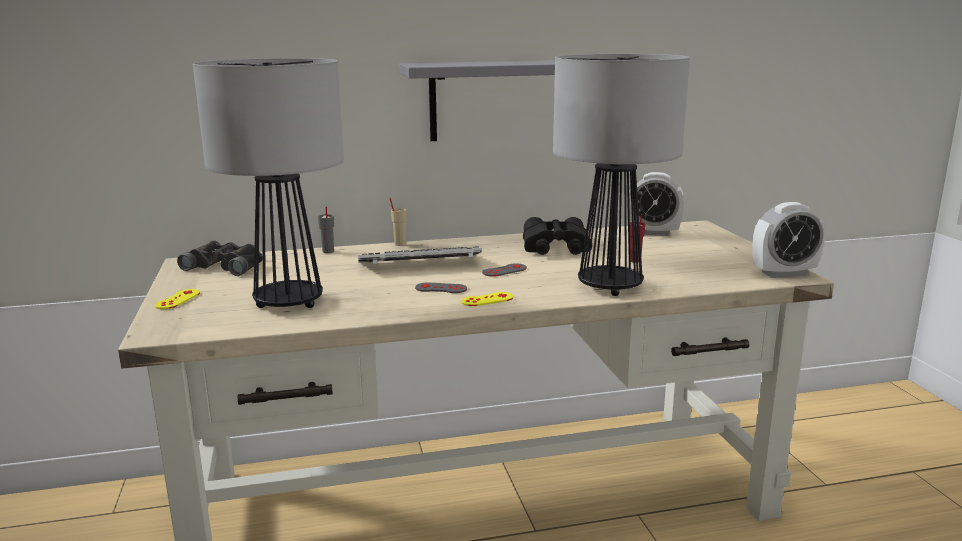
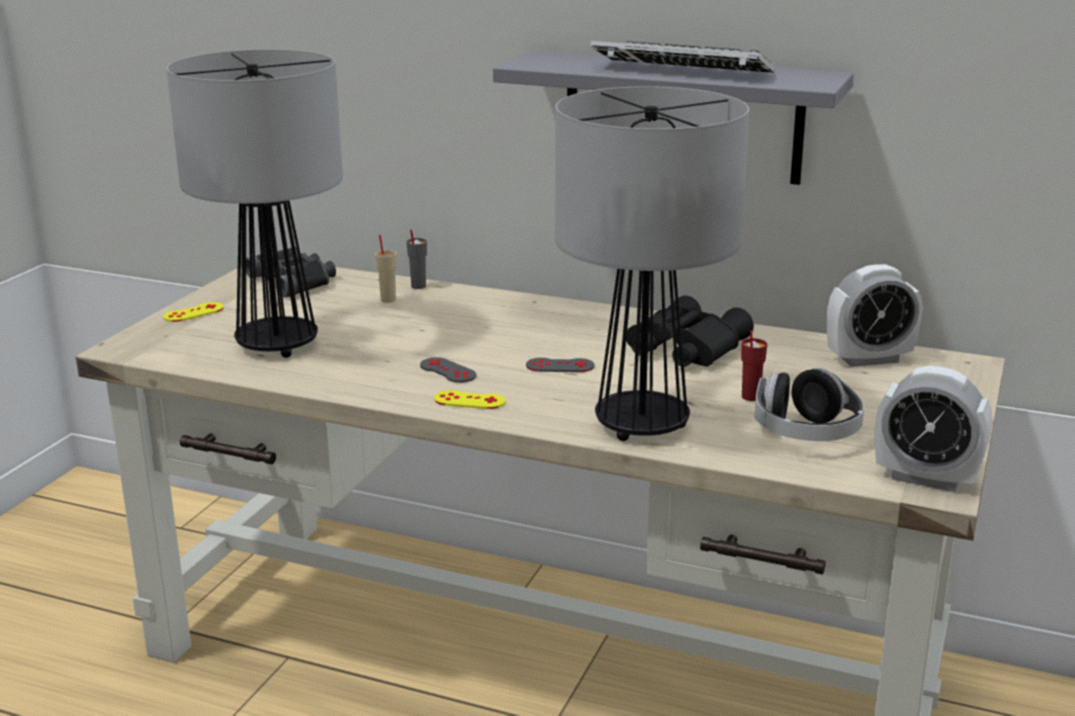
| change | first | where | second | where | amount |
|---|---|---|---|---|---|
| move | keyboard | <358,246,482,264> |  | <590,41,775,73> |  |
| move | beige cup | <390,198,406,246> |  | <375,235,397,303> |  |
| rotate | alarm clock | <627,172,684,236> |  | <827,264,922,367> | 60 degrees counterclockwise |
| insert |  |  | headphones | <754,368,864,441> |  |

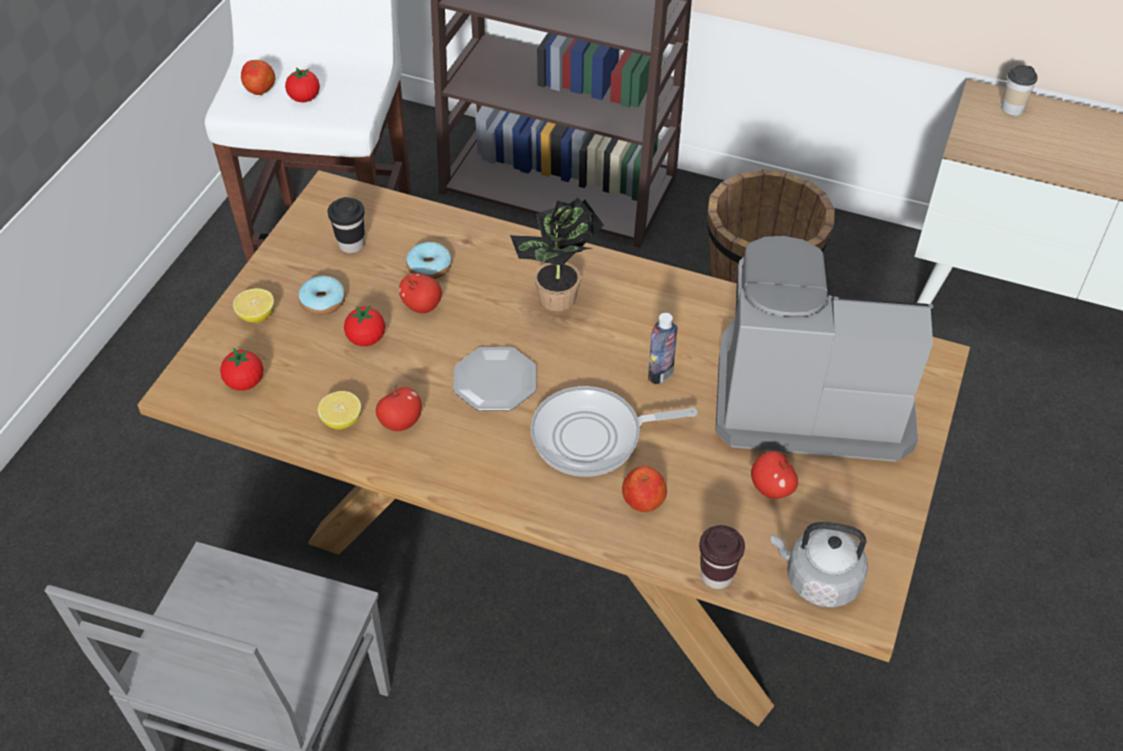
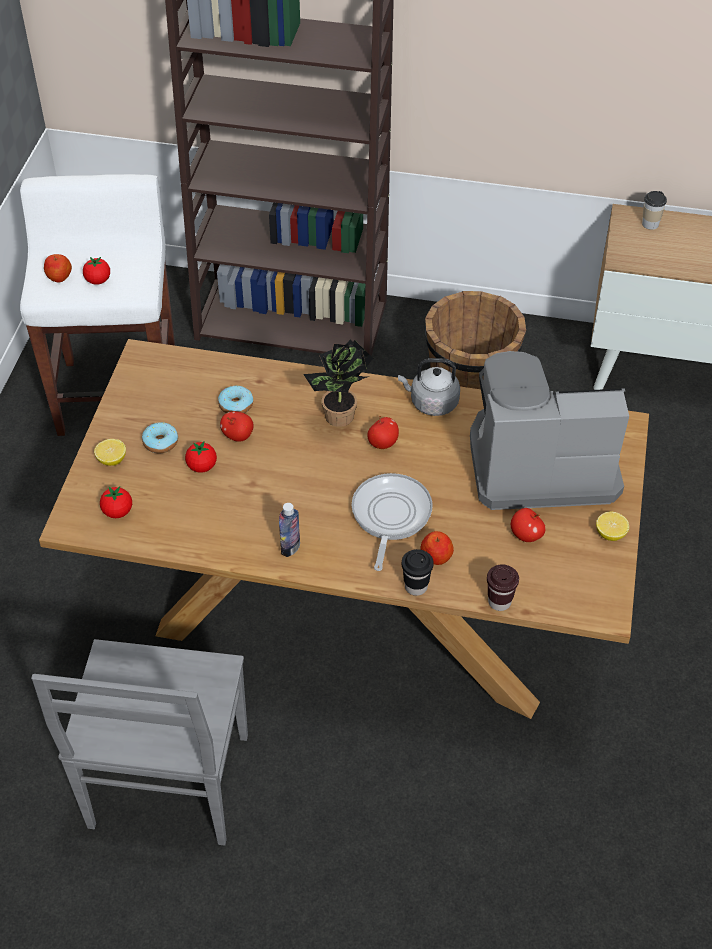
| change | first | where | second | where | amount |
|---|---|---|---|---|---|
| move | lemon | <318,391,361,430> |  | <596,512,629,541> |  |
| move | black cup | <328,197,365,253> |  | <402,549,434,596> |  |
| move | apple | <376,385,422,431> |  | <367,416,399,449> |  |
| delete | plate | <453,347,537,411> |  |  |  |
| rotate | frying pan | <531,386,698,477> |  | <352,473,433,571> | 120 degrees clockwise |
| move | bottle | <648,313,678,384> |  | <279,503,300,557> |  |
| move | grey kettle | <771,522,868,608> |  | <398,358,460,416> |  |

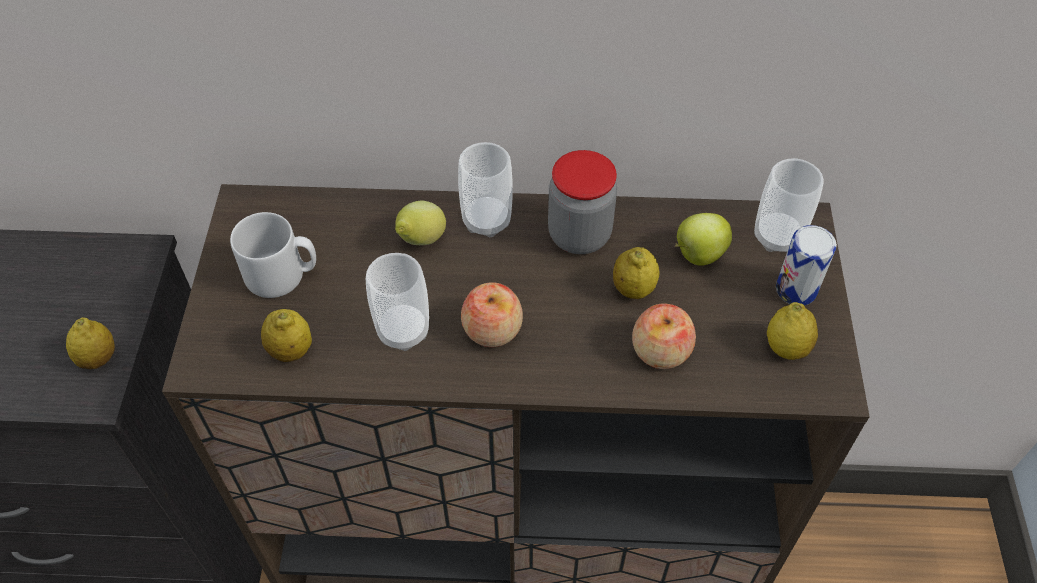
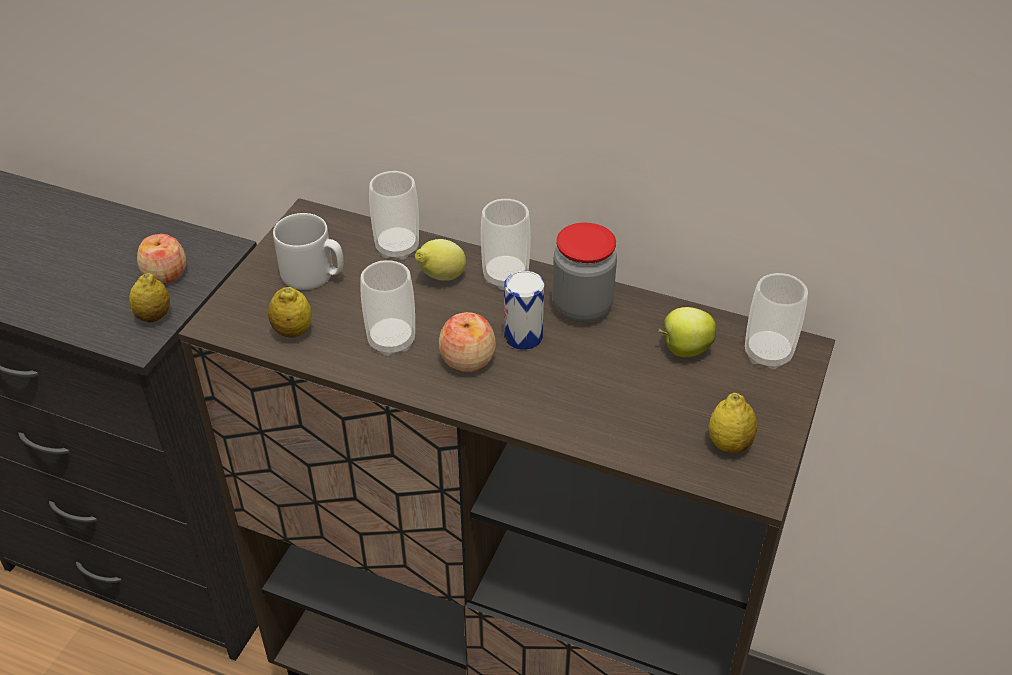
| change | first | where | second | where | amount |
|---|---|---|---|---|---|
| delete | lemon | <613,247,659,299> |  |  |  |
| move | apple | <632,304,696,369> |  | <137,234,186,284> |  |
| move | can | <776,225,837,305> |  | <504,271,544,350> |  |
| insert |  |  | cup | <369,171,419,260> |  |

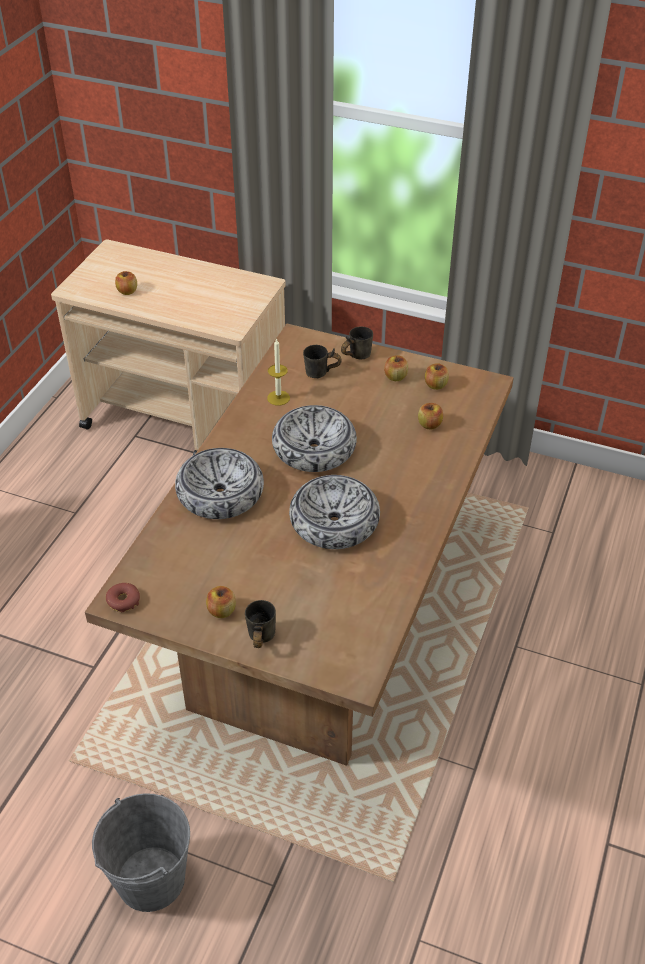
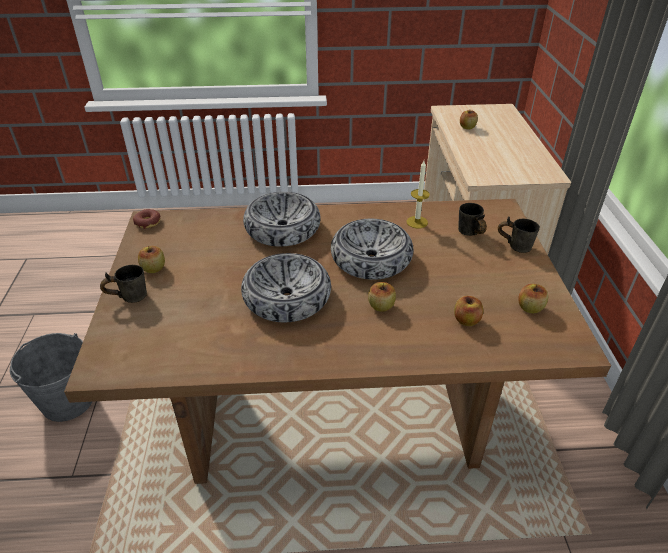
| change | first | where | second | where | amount |
|---|---|---|---|---|---|
| move | apple | <384,355,408,381> |  | <368,282,396,312> |  |

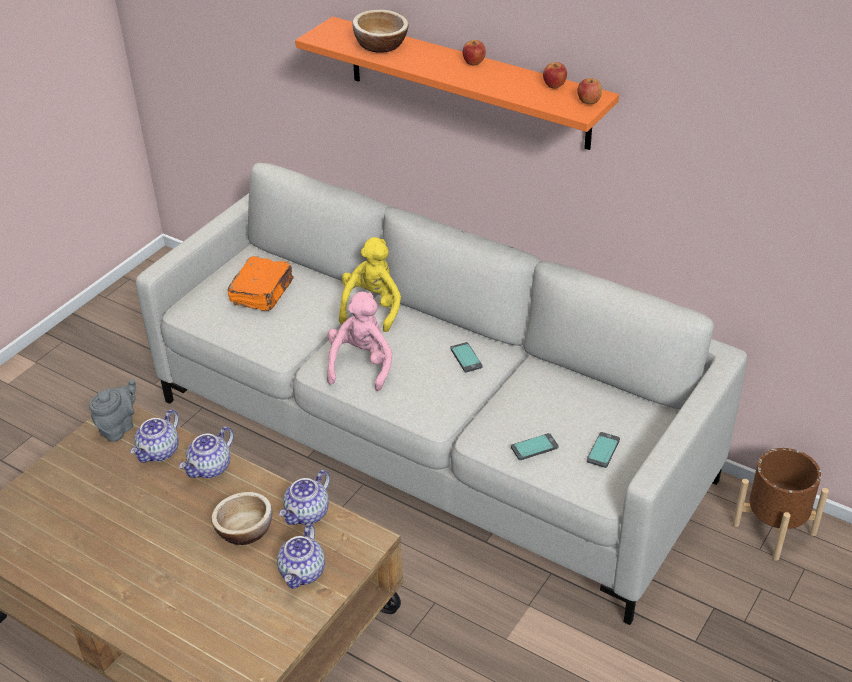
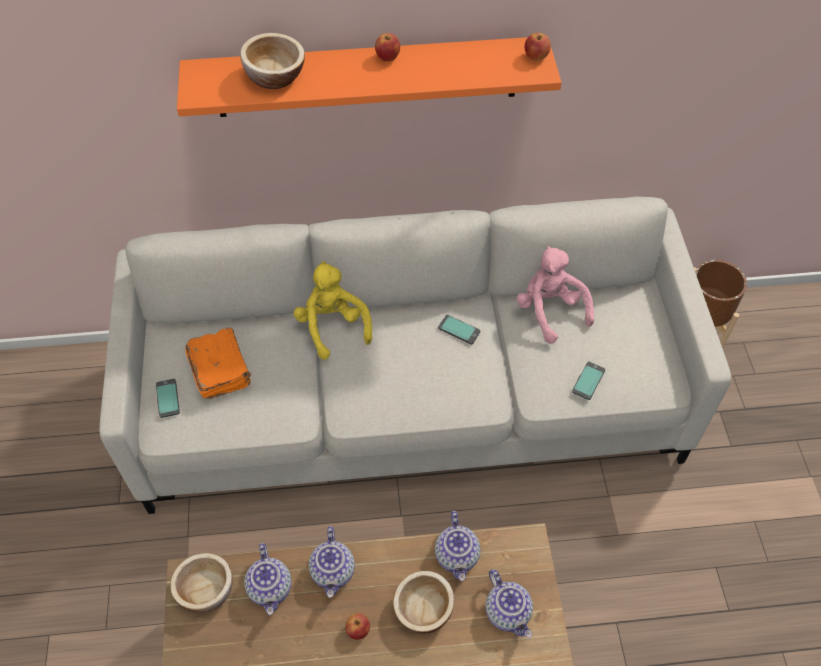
| change | first | where | second | where | amount |
|---|---|---|---|---|---|
| replace | grey teapot | <89,379,136,442> | bowl | <170,553,233,613> |  |
| move | pink plush toy | <327,292,392,391> |  | <517,246,594,344> |  |
| move | apple | <543,62,567,88> |  | <345,613,370,640> |  |
| move | phone | <587,432,620,468> |  | <156,379,180,418> |  |

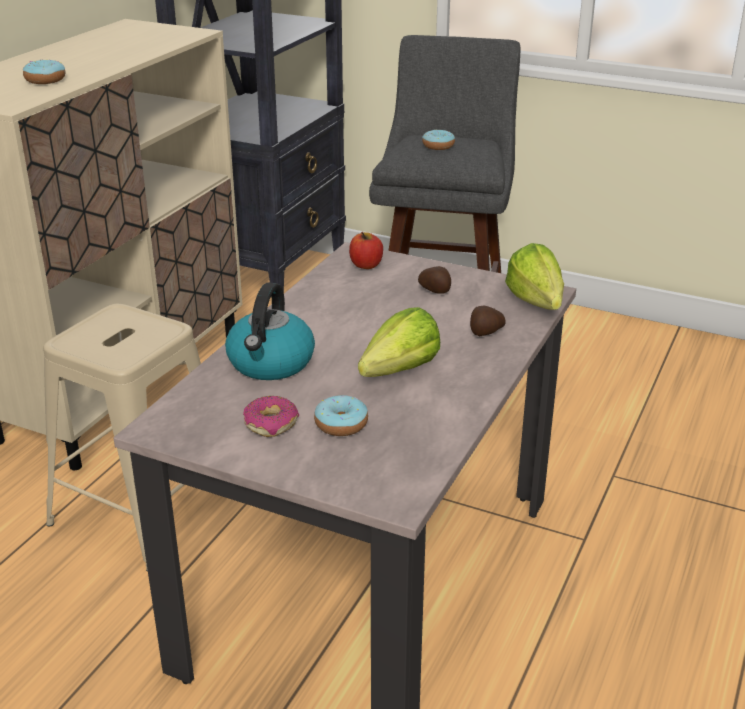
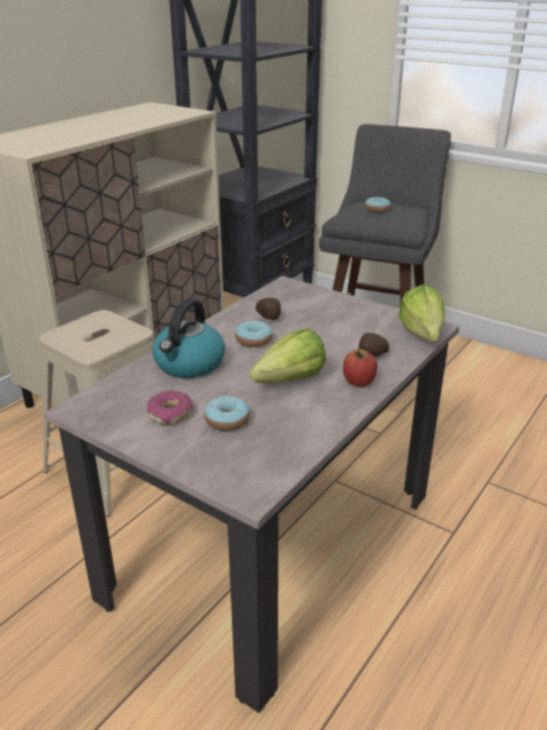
| change | first | where | second | where | amount |
|---|---|---|---|---|---|
| move | donut | <23,59,65,84> |  | <235,320,273,347> |  |
| move | apple | <349,232,383,269> |  | <343,349,378,387> |  |
| move | potato | <418,266,451,294> |  | <255,297,281,320> |  |

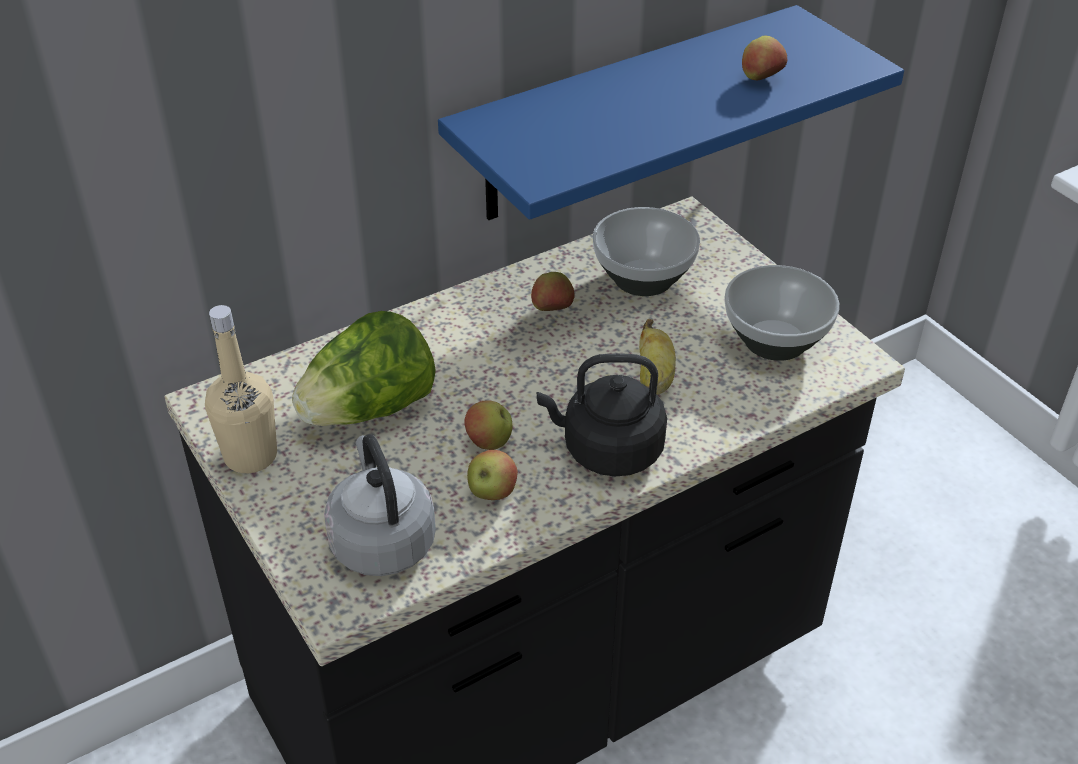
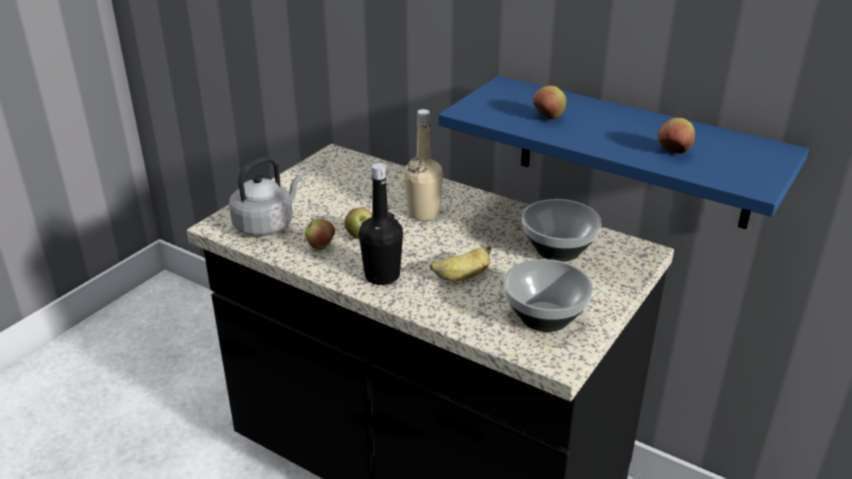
| change | first | where | second | where | amount |
|---|---|---|---|---|---|
| move | beige bottle | <205,305,277,473> |  | <404,109,443,221> |  |
| delete | lettuce | <292,311,436,426> |  |  |  |
| move | apple | <531,272,575,311> |  | <533,86,566,119> |  |
| replace | black kettle | <537,354,667,476> | black bottle | <359,163,403,285> |  |

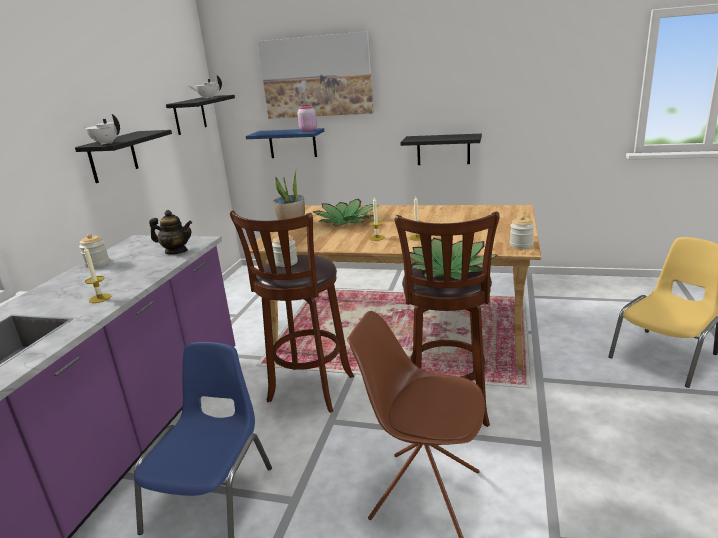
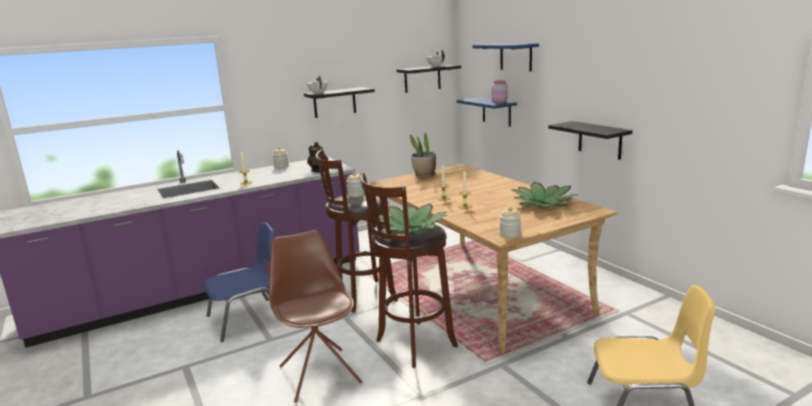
| change | first | where | second | where | amount |
|---|---|---|---|---|---|
| replace | picture | <258,31,374,119> | blue shelf | <472,43,539,71> |  |
| move | potted plant | <314,199,374,226> |  | <512,182,578,209> |  |

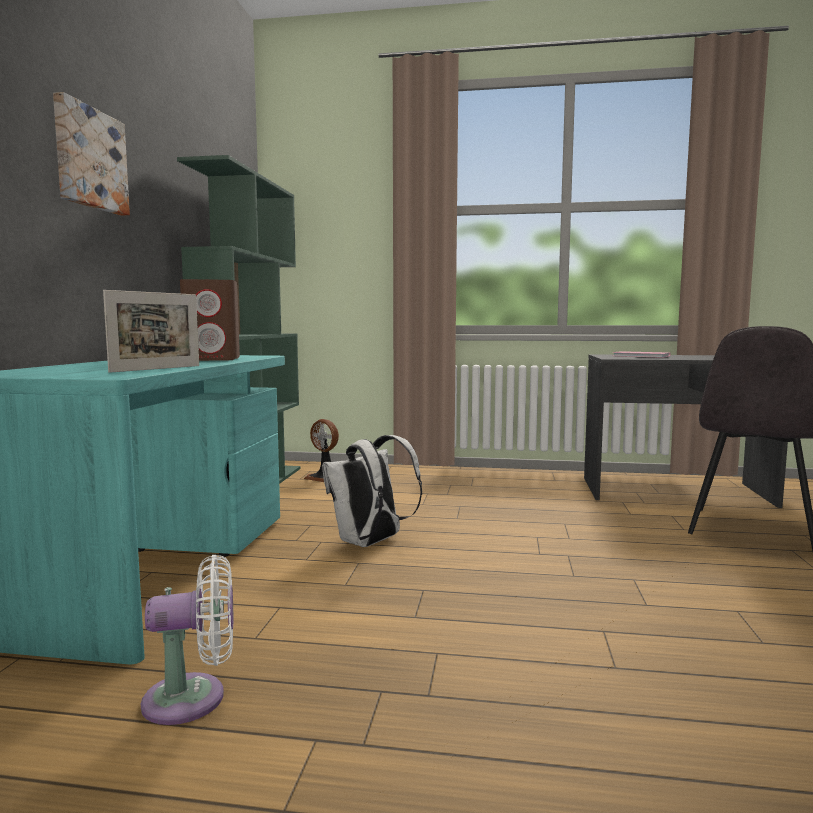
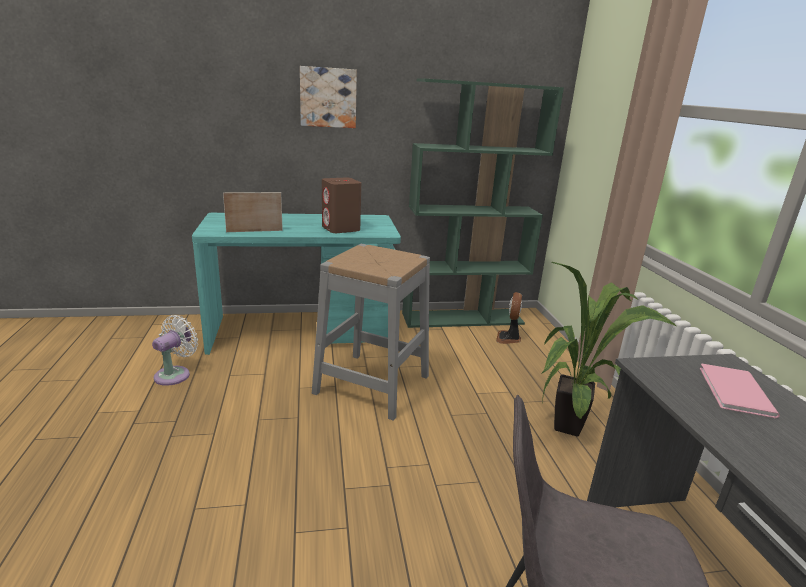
| change | first | where | second | where | amount |
|---|---|---|---|---|---|
| rotate | picture frame | <103,290,199,373> |  | <223,192,283,232> | 150 degrees clockwise |
| rotate | white fan | <141,555,233,725> |  | <152,315,198,386> | 120 degrees counterclockwise |
| replace | white backpack | <322,435,422,547> | grey stool | <312,244,430,421> |  |
| insert |  |  | potted plant | <541,262,677,436> |  |

